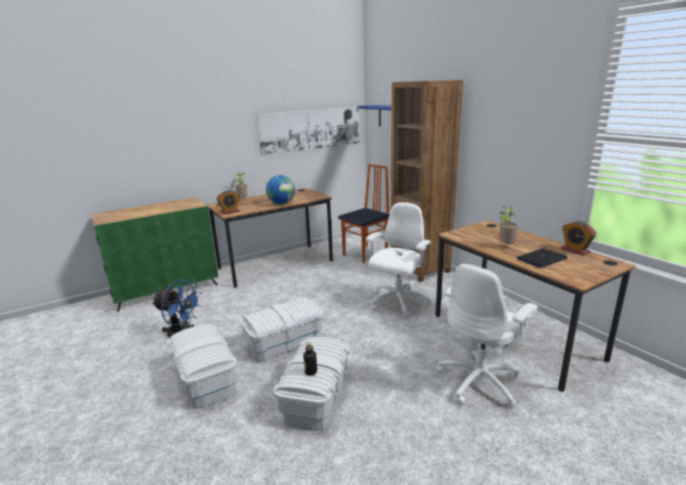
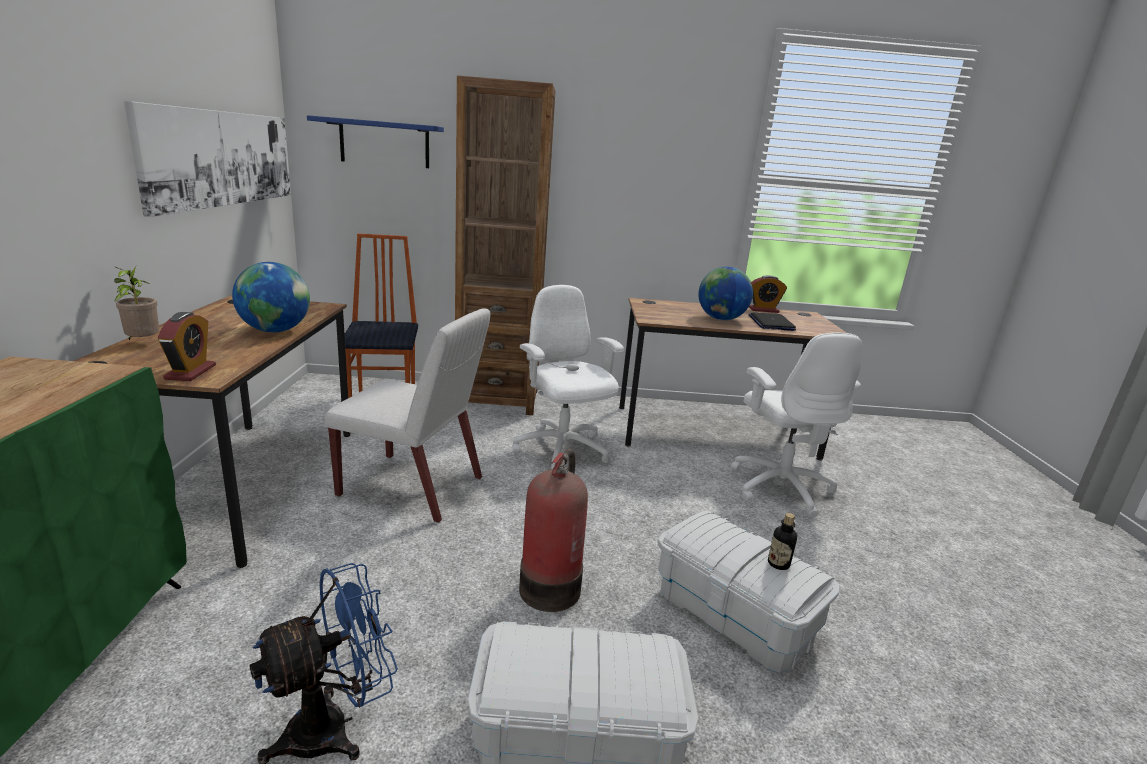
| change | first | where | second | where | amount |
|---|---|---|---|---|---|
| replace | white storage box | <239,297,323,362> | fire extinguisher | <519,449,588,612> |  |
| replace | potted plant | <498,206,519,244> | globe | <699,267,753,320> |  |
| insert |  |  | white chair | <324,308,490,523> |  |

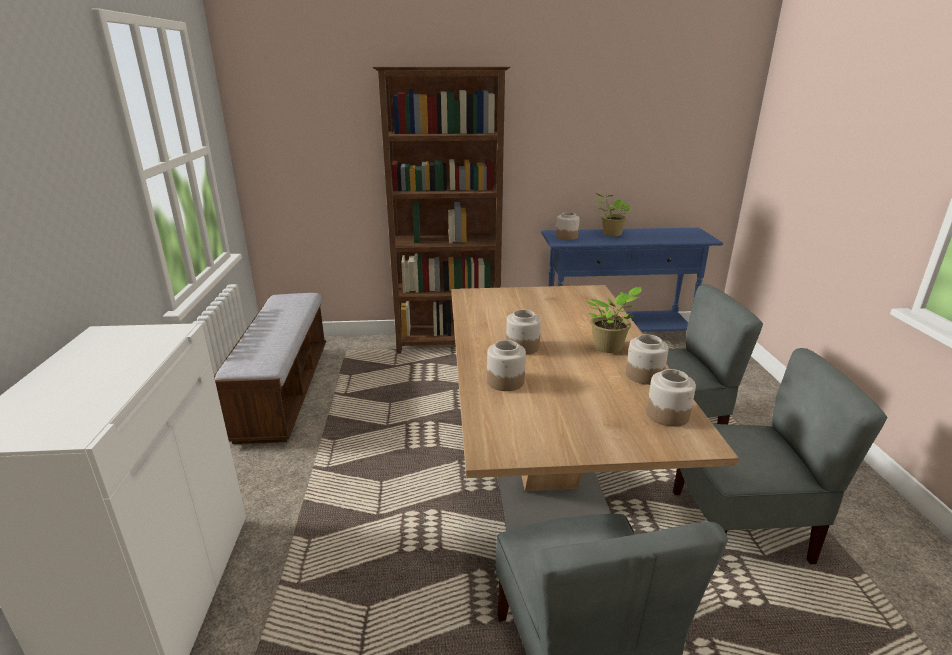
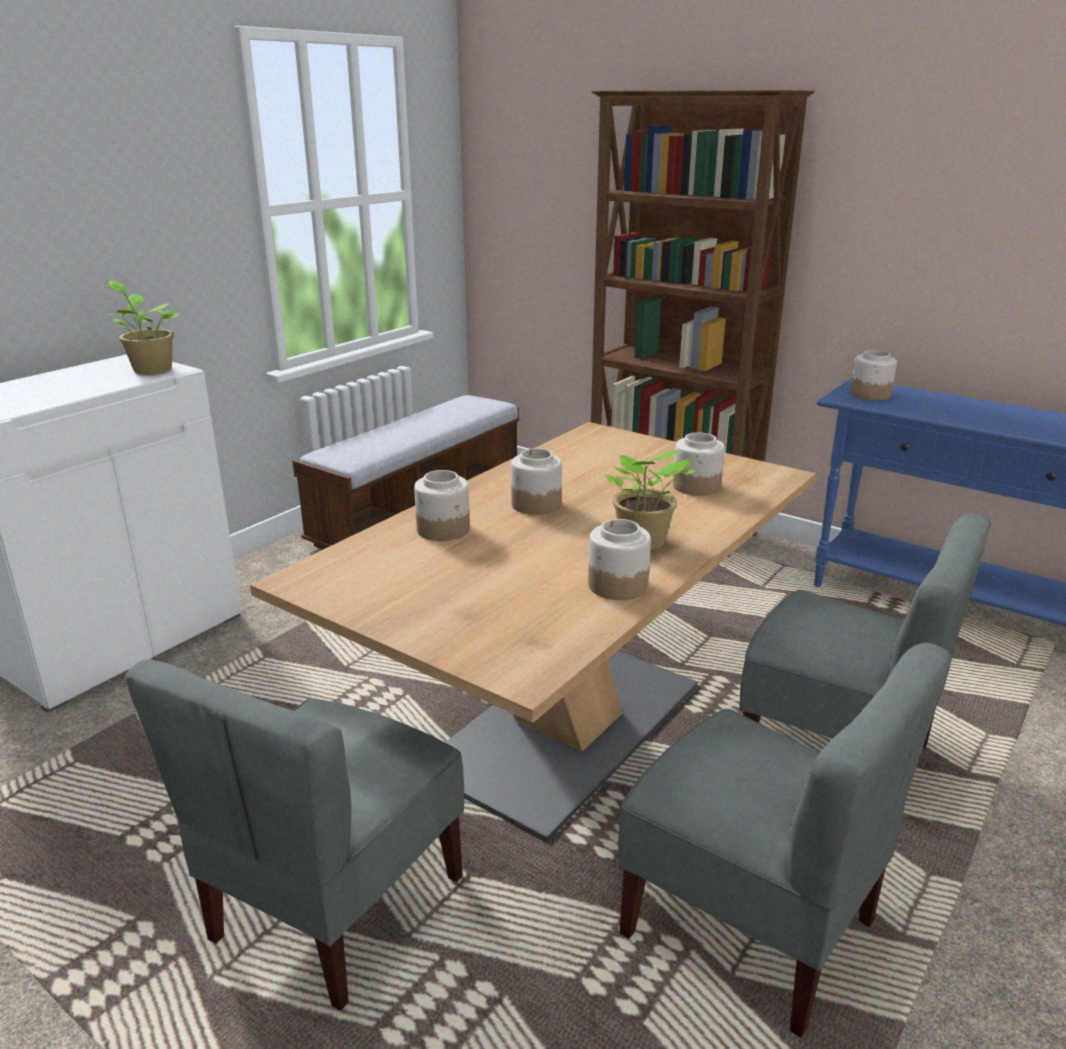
| change | first | where | second | where | amount |
|---|---|---|---|---|---|
| move | potted plant | <595,193,631,237> |  | <103,280,180,375> |  |
| move | jar | <647,369,696,427> |  | <673,432,725,496> |  |

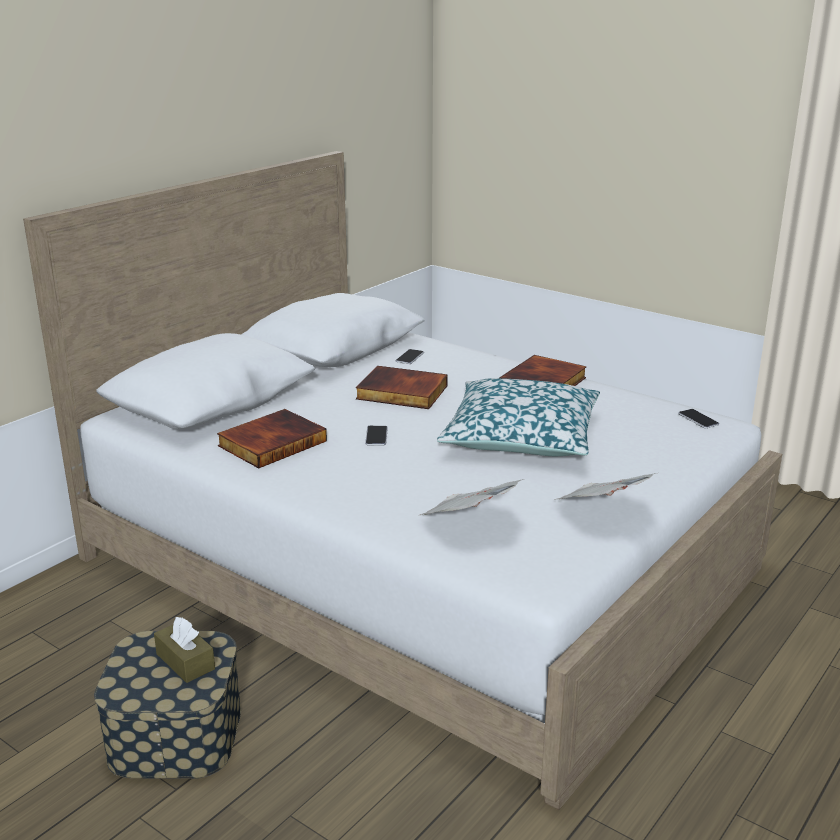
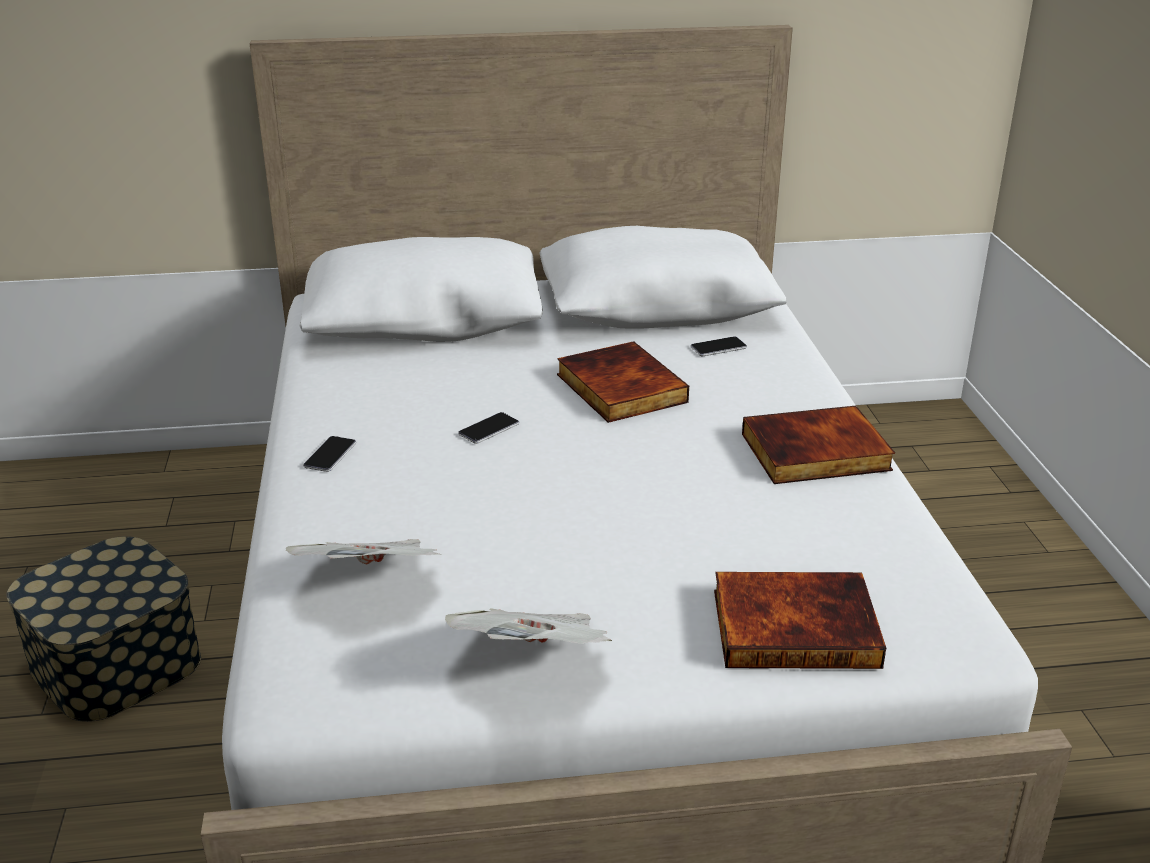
| change | first | where | second | where | amount |
|---|---|---|---|---|---|
| delete | brown tissue box | <154,617,215,683> |  |  |  |
| move | book | <217,409,327,468> |  | <714,572,886,669> |  |
| delete | pillow | <437,378,600,456> |  |  |  |
| move | phone | <678,409,719,428> |  | <303,436,356,472> |  |

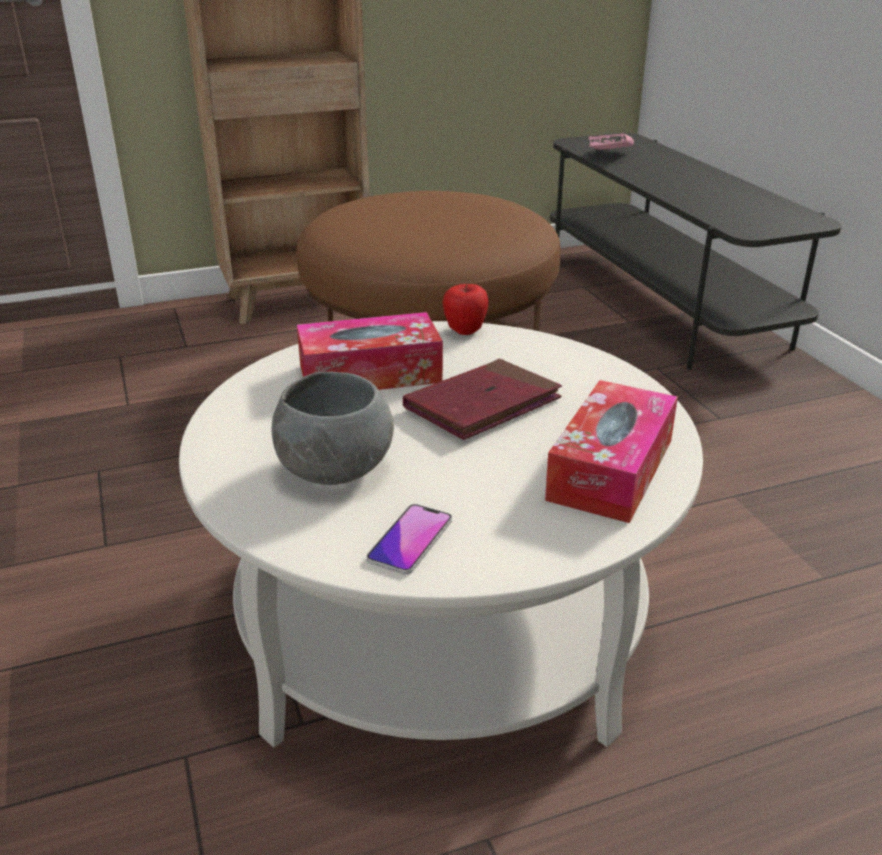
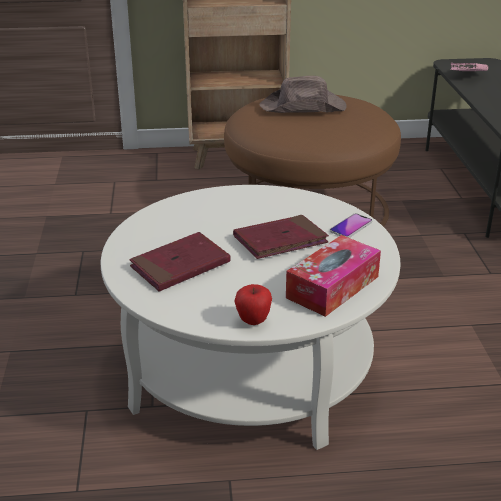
| change | first | where | second | where | amount |
|---|---|---|---|---|---|
| replace | grey bowl | <272,372,394,485> | red book | <129,232,231,292> |  |
| delete | tissue box | <297,312,443,390> |  |  |  |
| move | phone | <366,504,452,575> |  | <330,213,372,238> |  |
| move | apple | <442,284,489,335> |  | <234,284,272,325> |  |
| insert |  |  | brown hat | <259,76,347,113> |  |

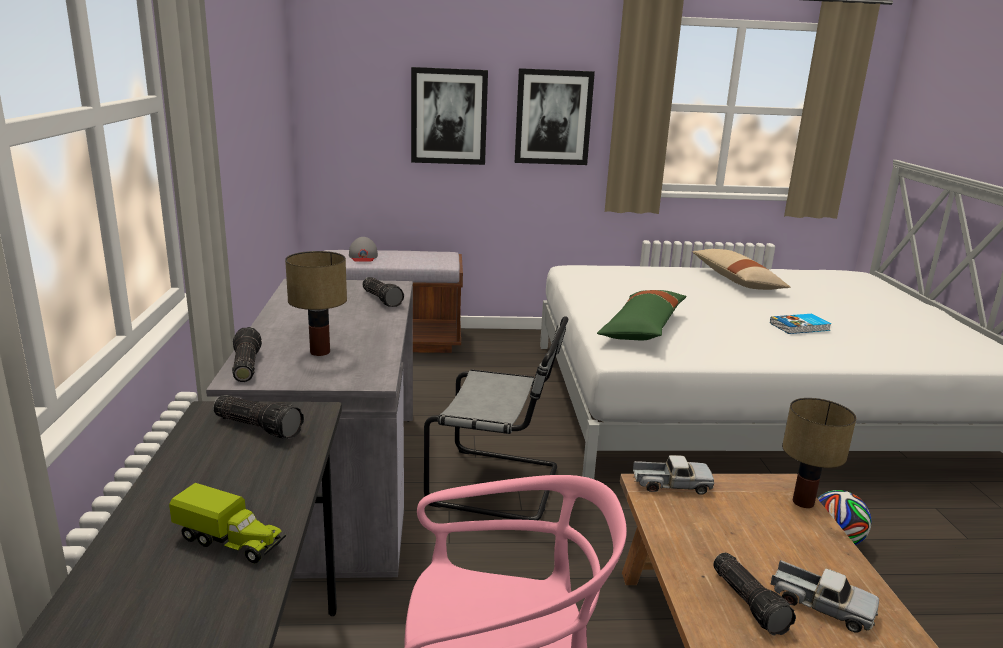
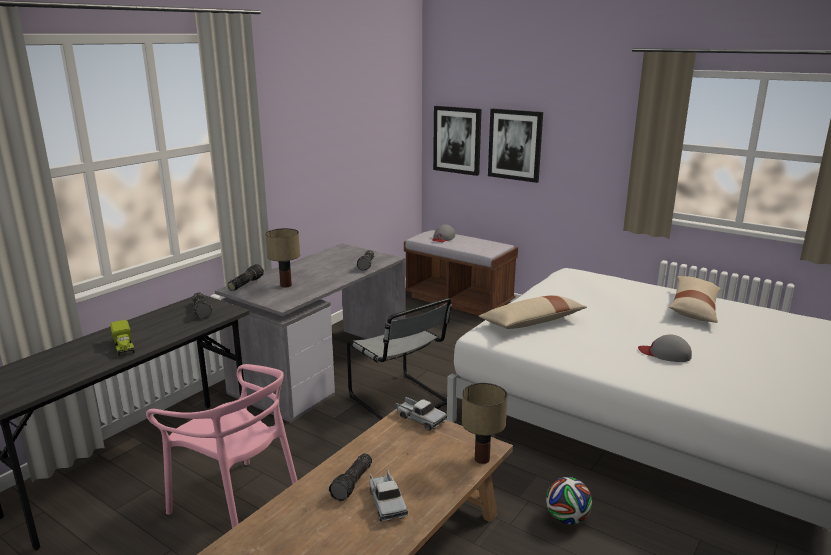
| change | first | where | second | where | amount |
|---|---|---|---|---|---|
| move | picture | <515,68,595,165> |  | <433,106,482,176> |  |
| recolor | green pillow | <597,290,686,341> | beige pillow | <479,295,587,329> |  |
| replace | book | <770,314,832,334> | grey cap | <638,334,692,362> |  |

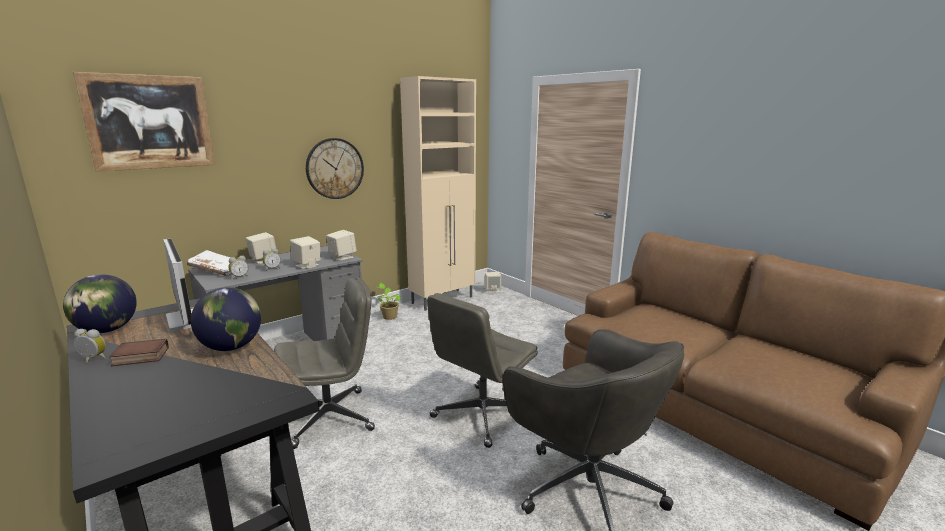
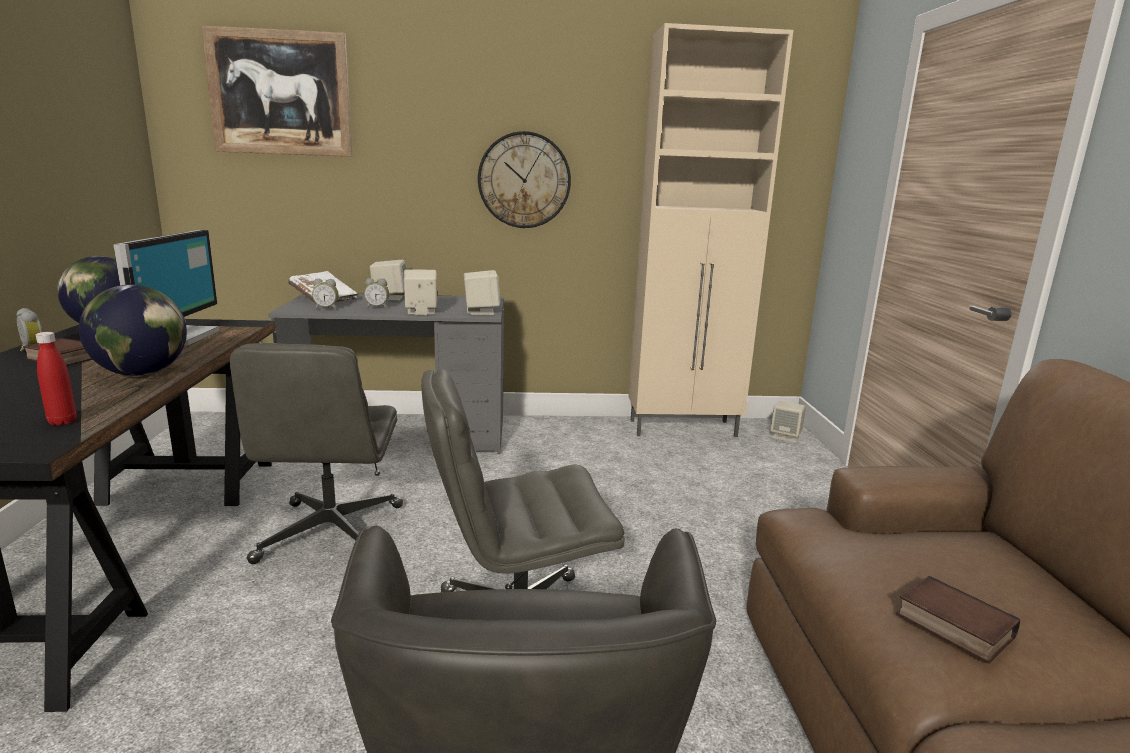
| change | first | where | second | where | amount |
|---|---|---|---|---|---|
| rotate | grey office chair | <274,278,375,449> |  | <230,343,403,564> | 75 degrees clockwise |
| delete | potted plant | <376,283,401,320> |  |  |  |
| insert |  |  | red bottle | <36,332,77,426> |  |
| insert |  |  | book | <896,576,1020,664> |  |

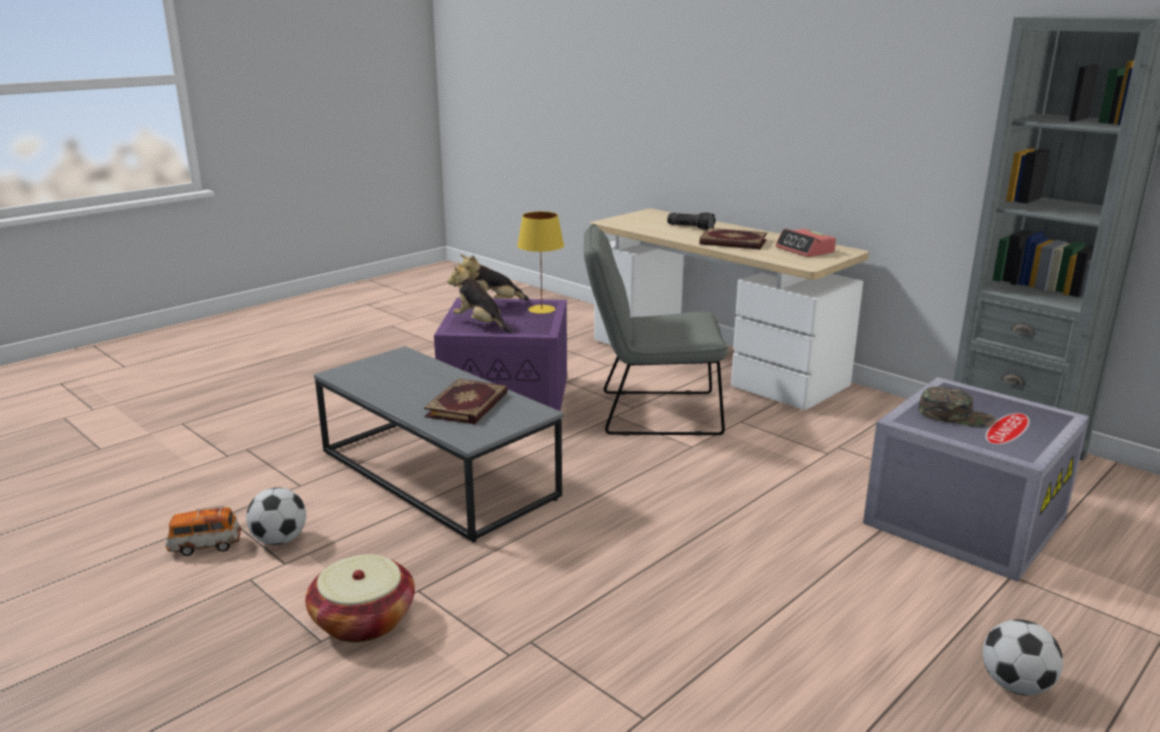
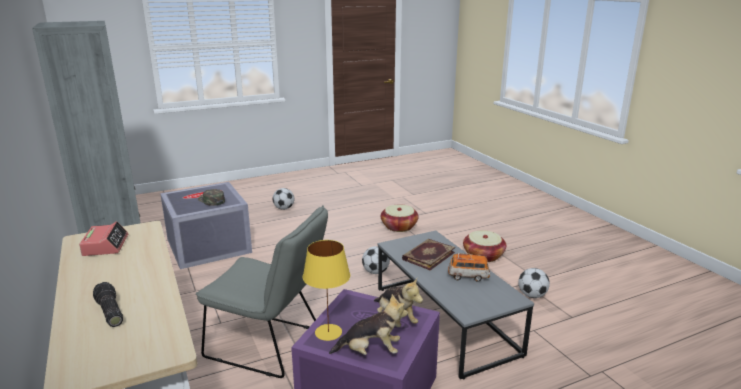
| change | first | where | second | where | amount |
|---|---|---|---|---|---|
| move | toy car | <166,506,241,556> |  | <448,253,490,282> |  |
| delete | book | <699,228,767,249> |  |  |  |
| insert |  |  | football | <362,246,390,274> |  |
| insert |  |  | basket | <381,205,419,232> |  |

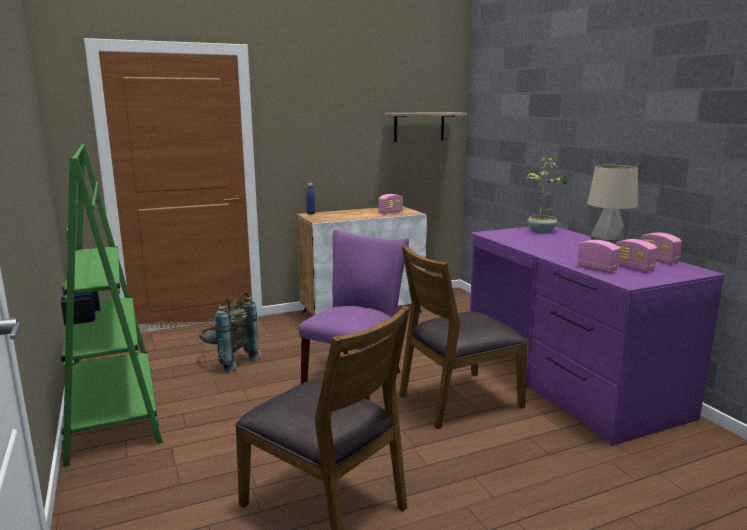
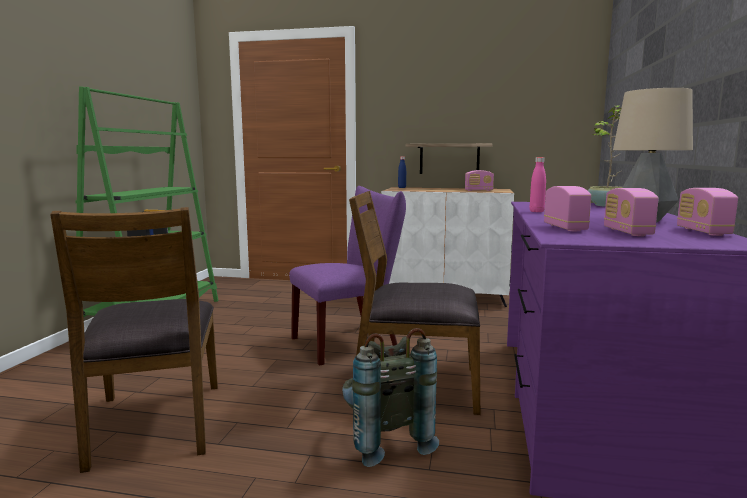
| change | first | where | second | where | amount |
|---|---|---|---|---|---|
| move | grey backpack | <199,292,261,372> |  | <342,328,439,467> |  |
| move | shelf | <385,112,467,142> |  | <406,143,492,174> |  |
| insert |  |  | pink bottle | <530,157,546,212> |  |

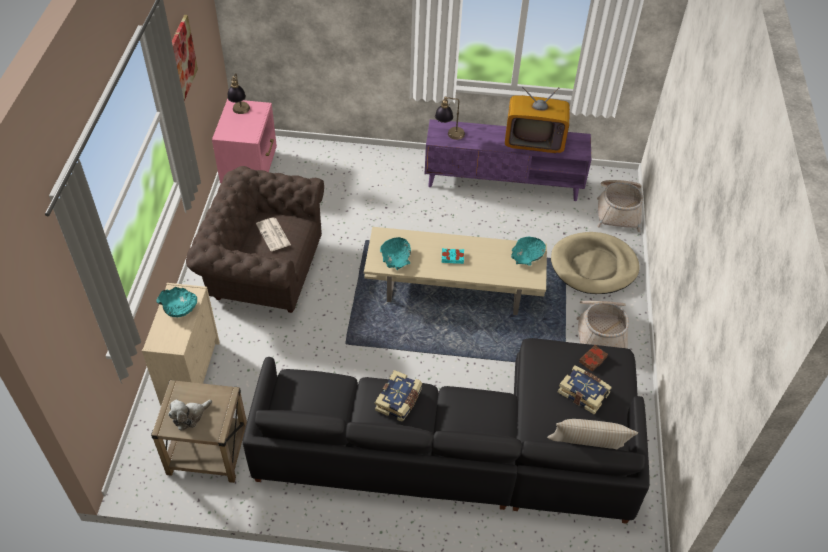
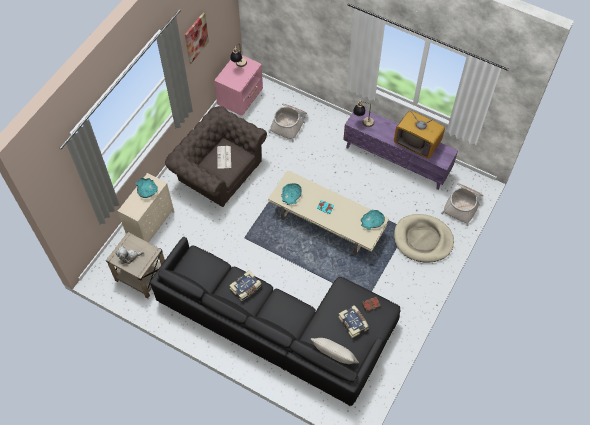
| change | first | where | second | where | amount |
|---|---|---|---|---|---|
| move | basket | <576,301,629,348> |  | <269,104,307,143> |  |

